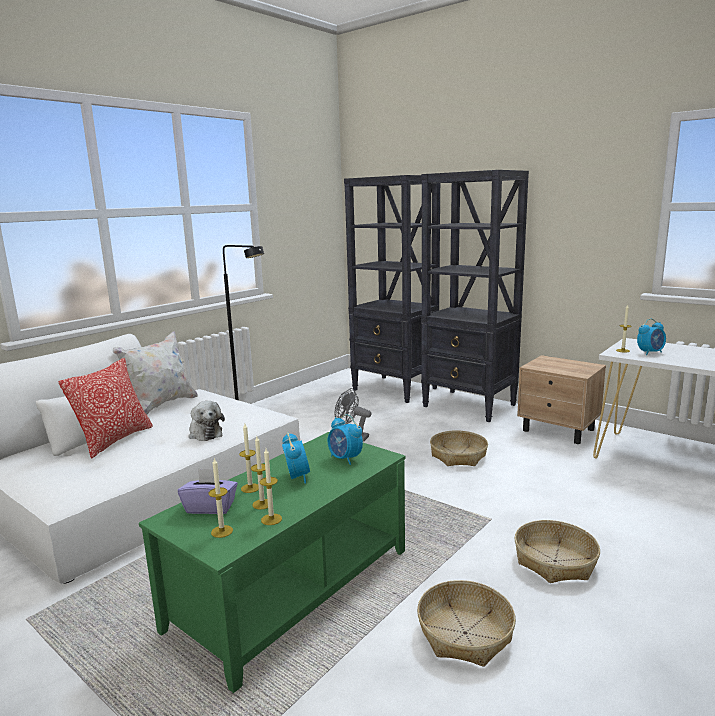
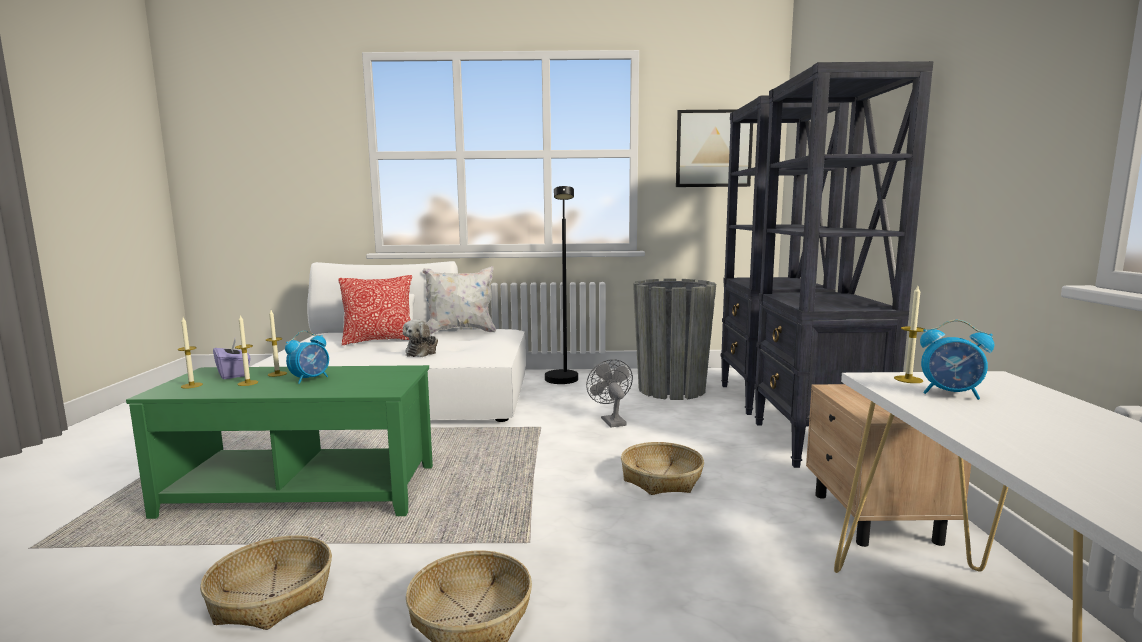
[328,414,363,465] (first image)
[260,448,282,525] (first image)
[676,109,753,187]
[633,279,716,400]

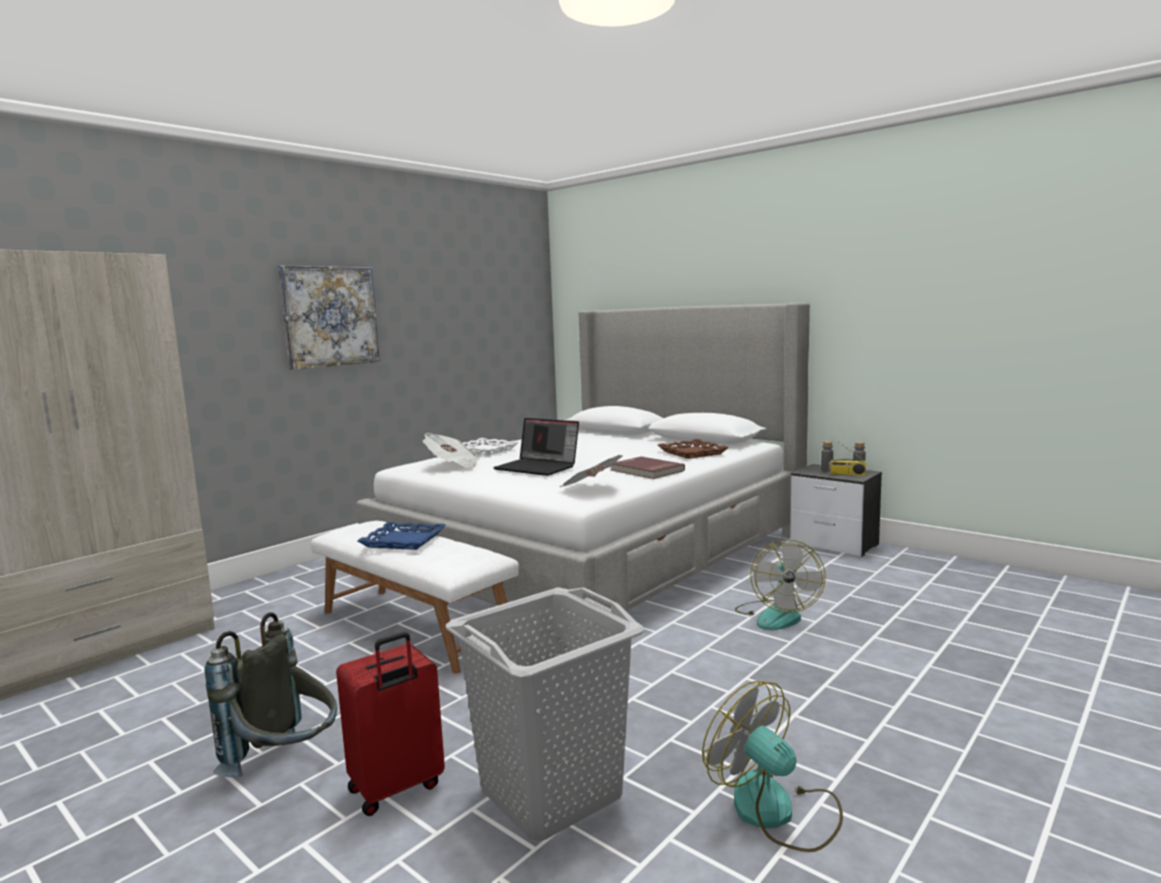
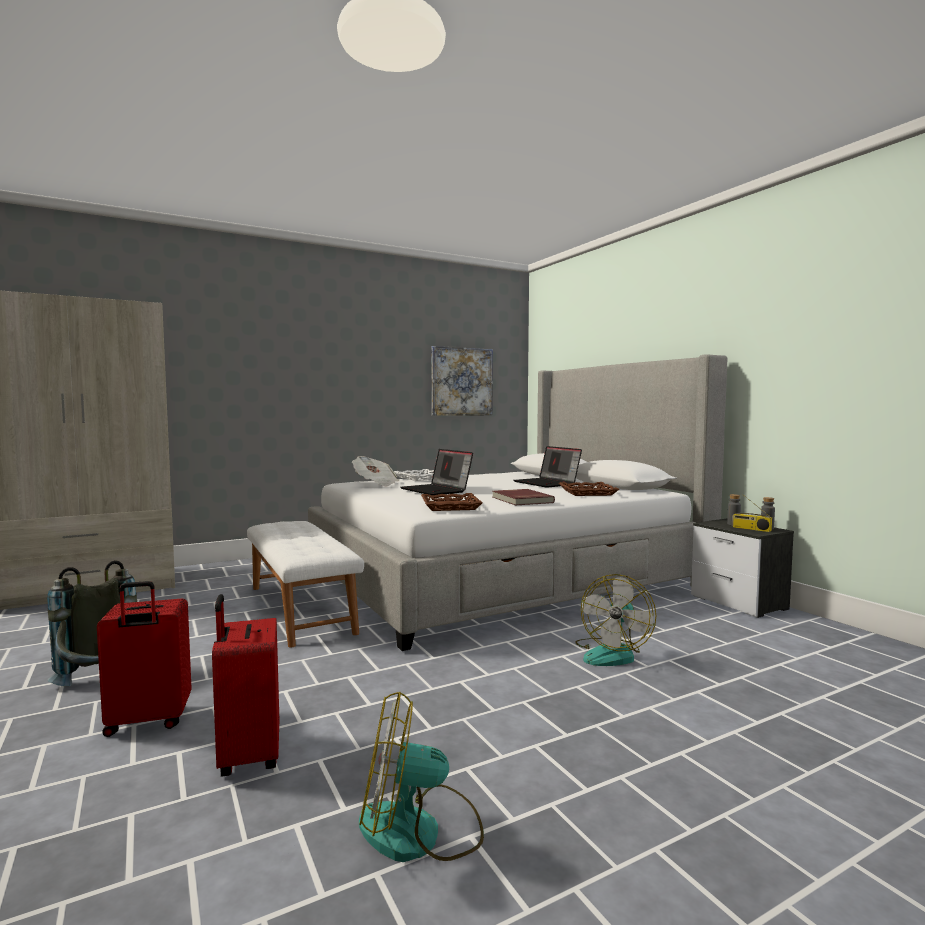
[431,346,493,416]
[421,493,483,511]
[358,522,446,550] (first image)
[212,594,279,777]
[359,692,484,862]
[513,446,582,488]

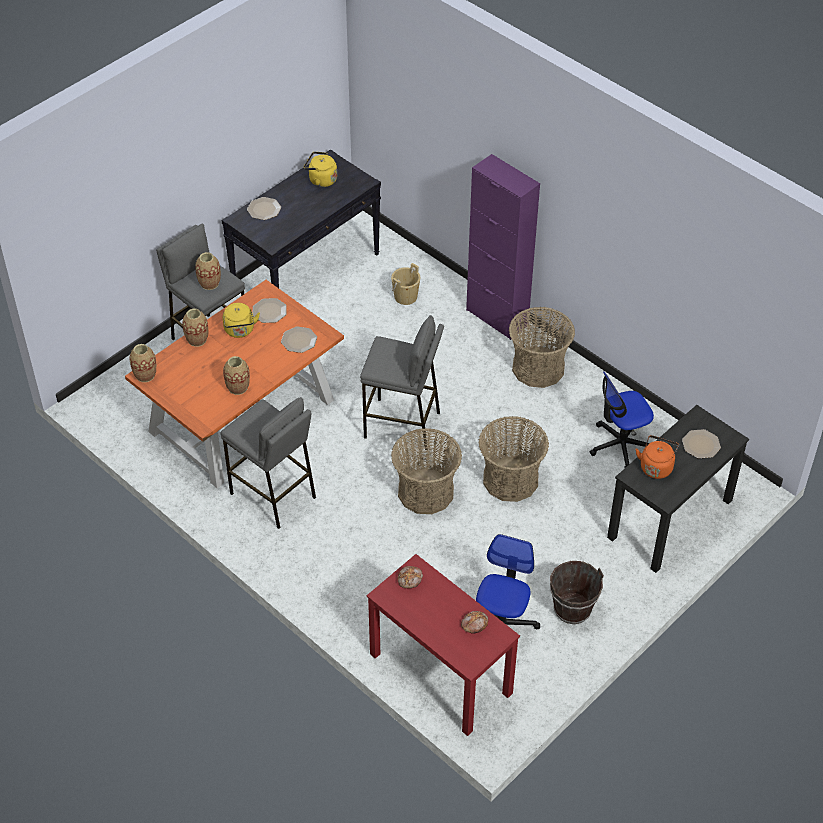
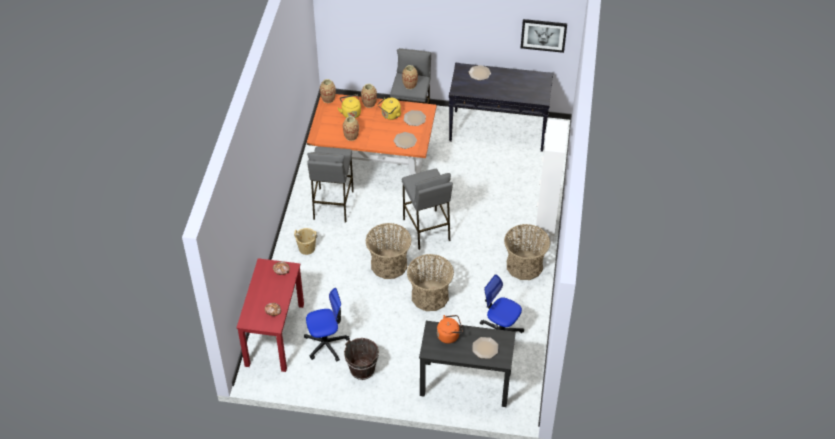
[338,94,361,118]
[535,119,568,244]
[294,228,317,255]
[521,19,567,53]

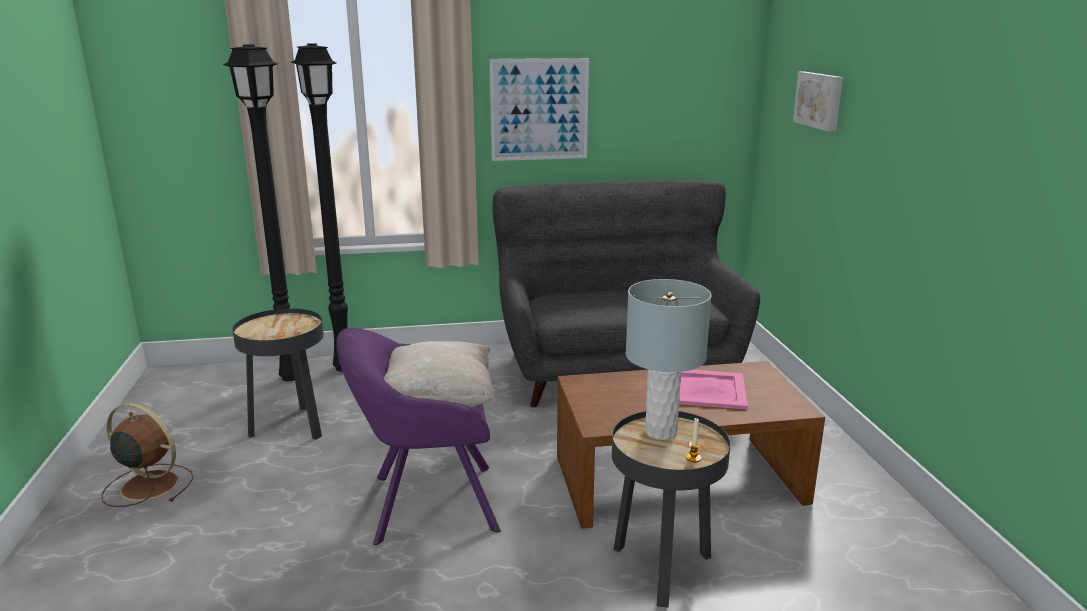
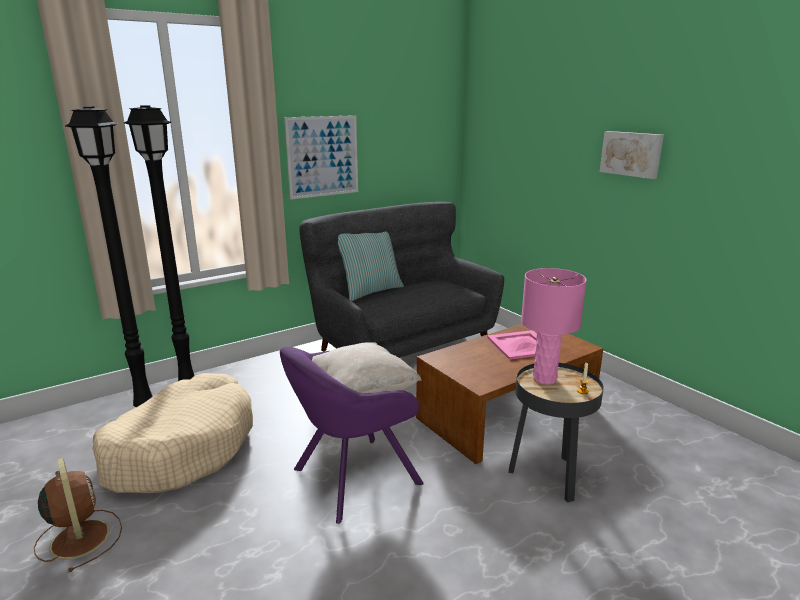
[600,131,664,179]
[521,268,587,385]
[92,373,253,493]
[34,458,122,572]
[338,231,404,301]

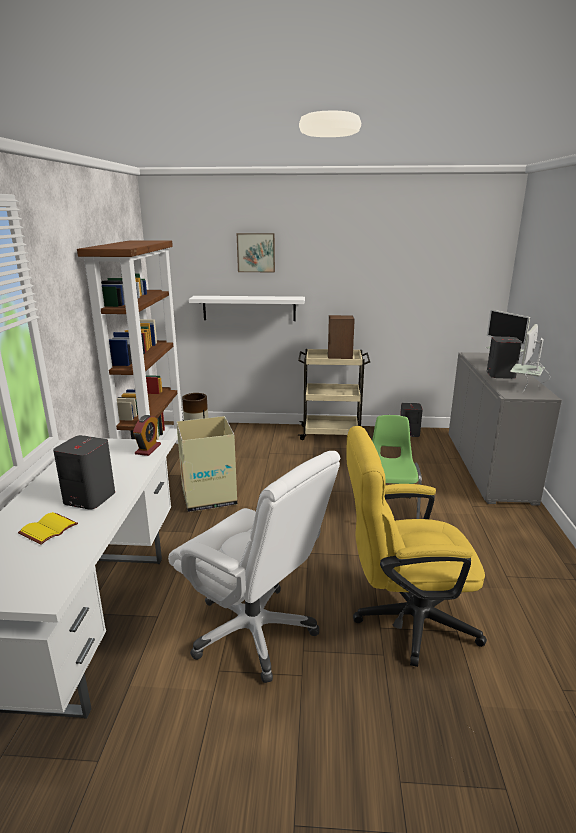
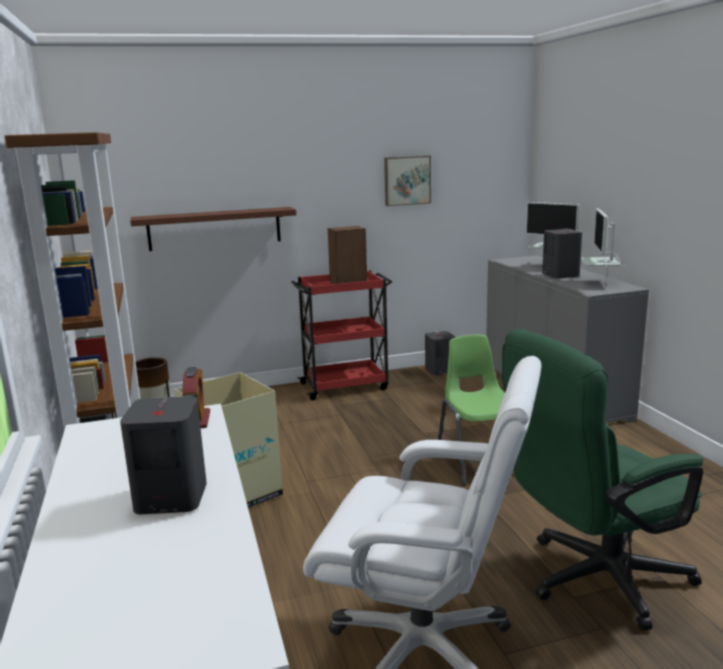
[384,156,431,206]
[130,207,296,251]
[291,270,392,400]
[502,329,703,630]
[18,512,78,545] (first image)

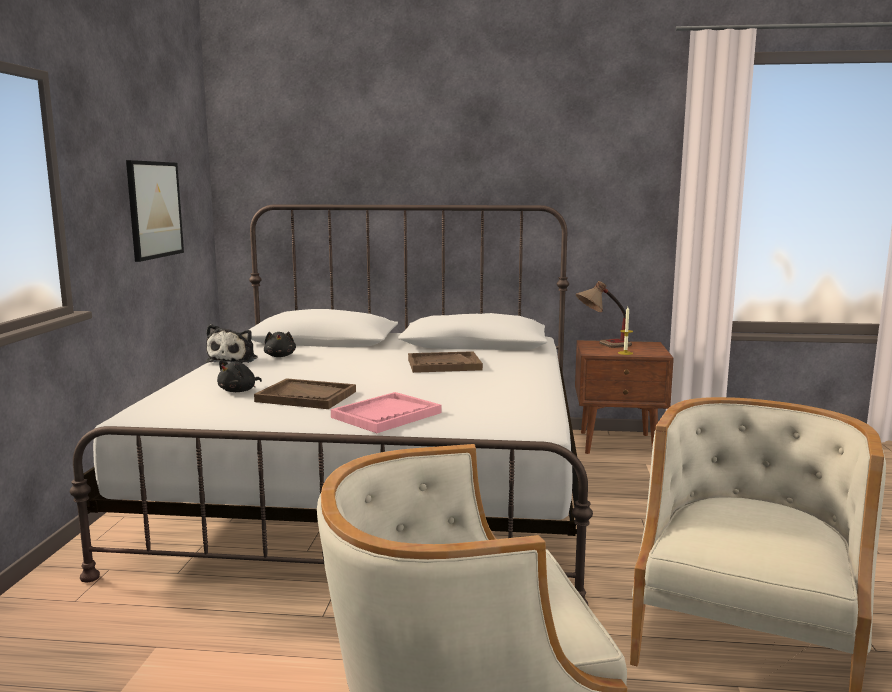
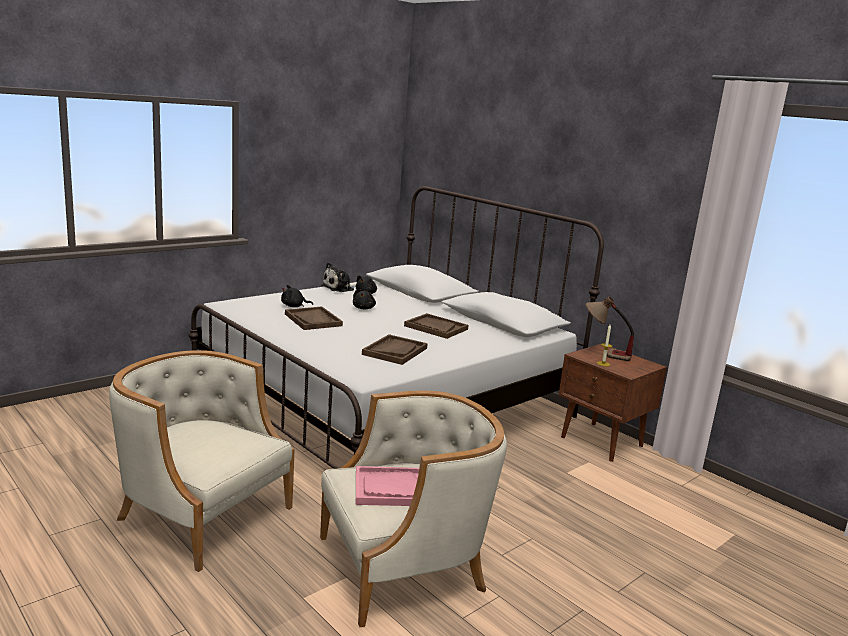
[126,160,184,262] (first image)
[356,466,419,506]
[353,290,376,309]
[362,334,428,365]

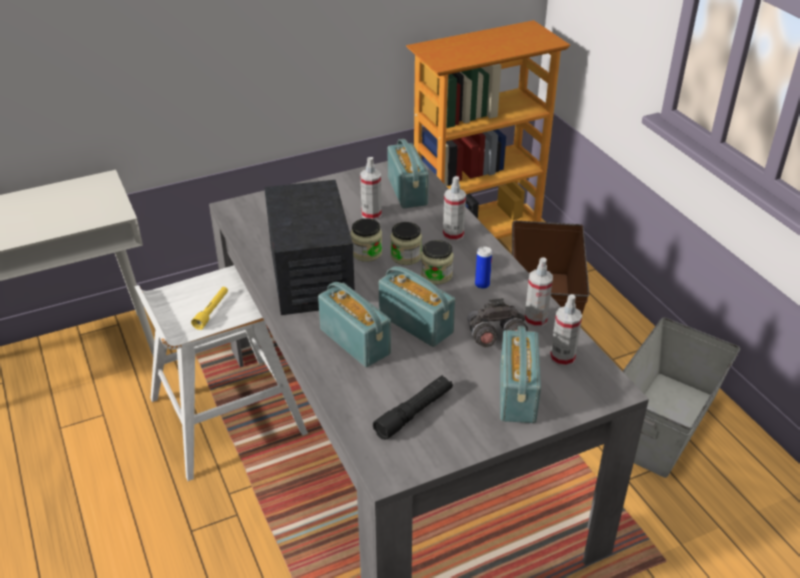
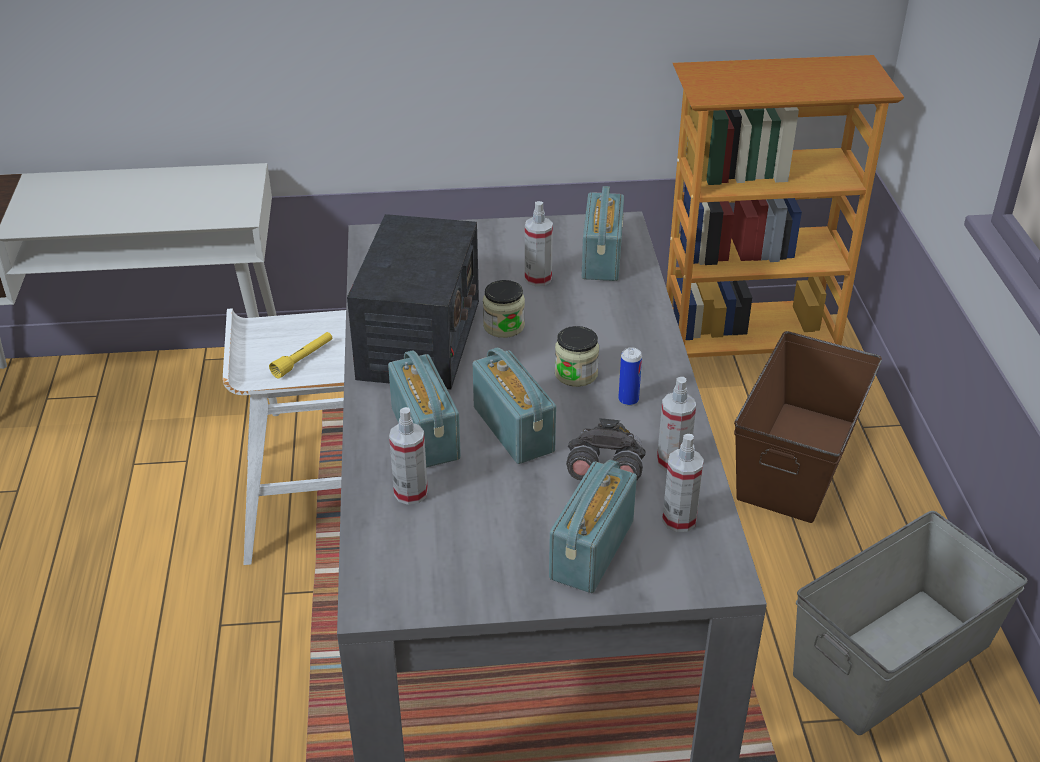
[389,407,428,505]
[390,222,422,265] (first image)
[373,375,453,440] (first image)

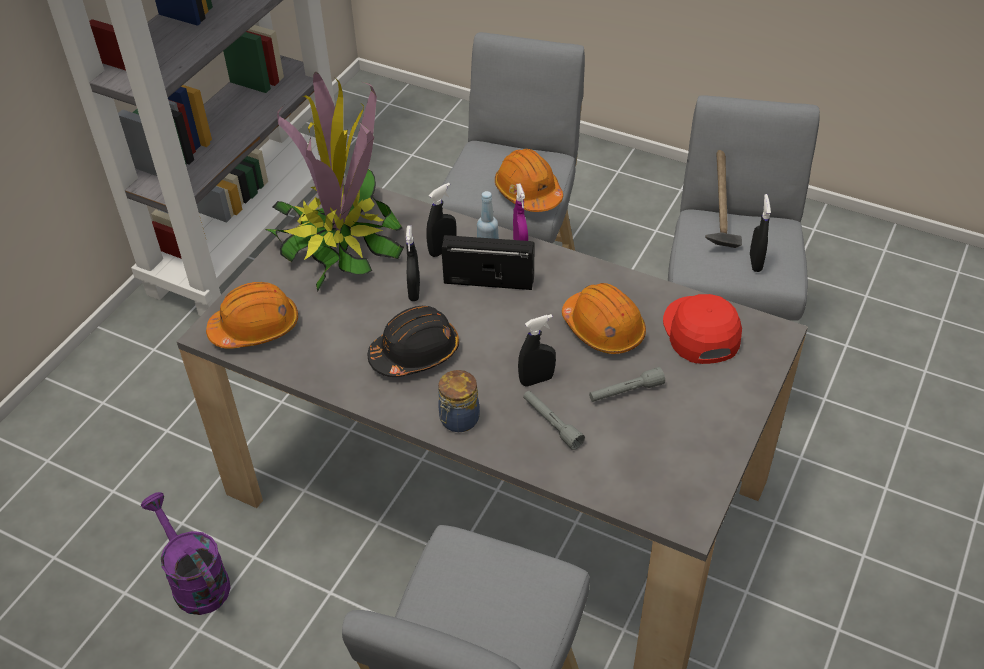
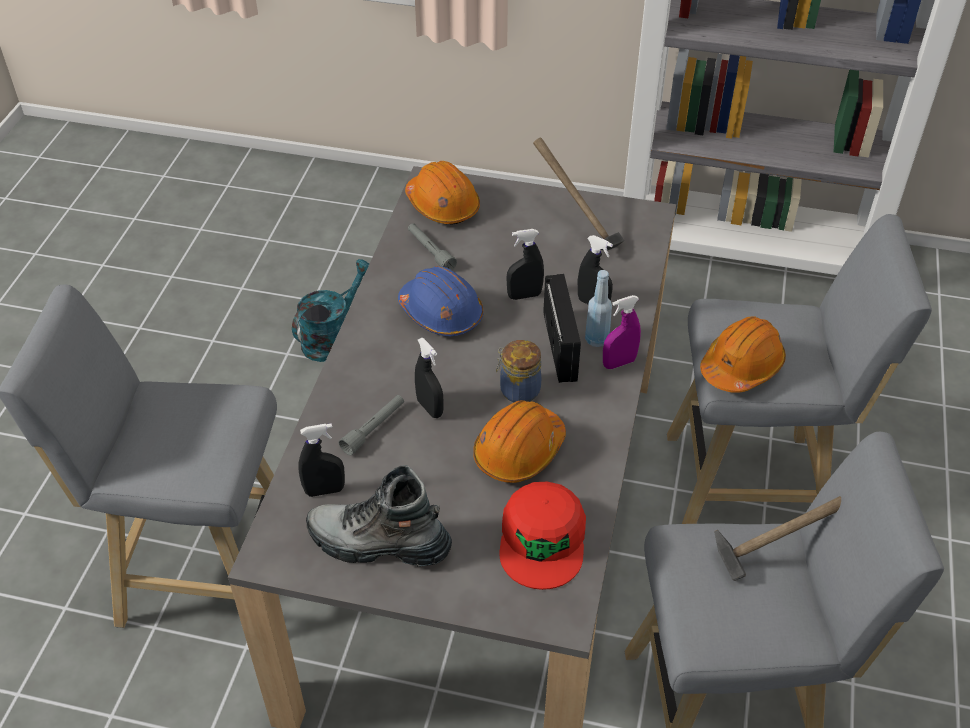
[533,138,625,251]
[298,423,345,497]
[499,482,586,590]
[398,266,484,336]
[408,223,457,270]
[496,340,541,402]
[292,259,369,362]
[306,465,452,567]

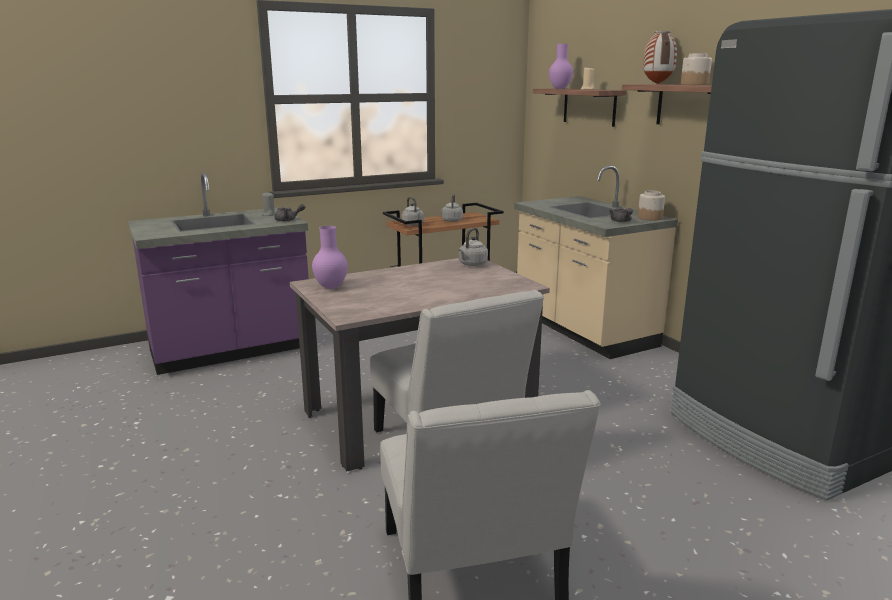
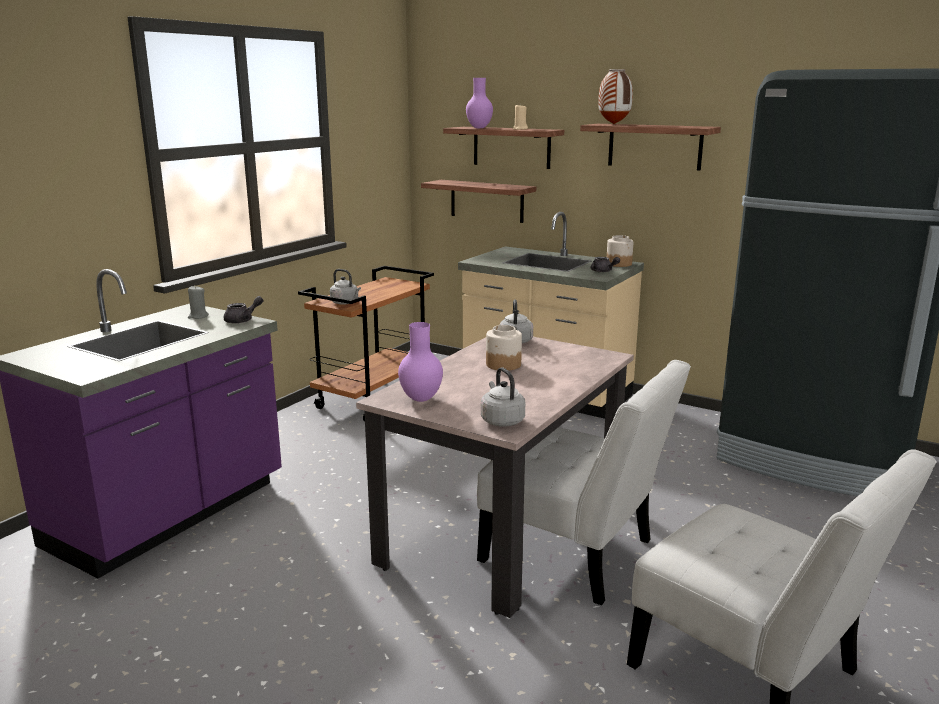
[486,325,522,371]
[481,367,525,427]
[421,180,536,223]

